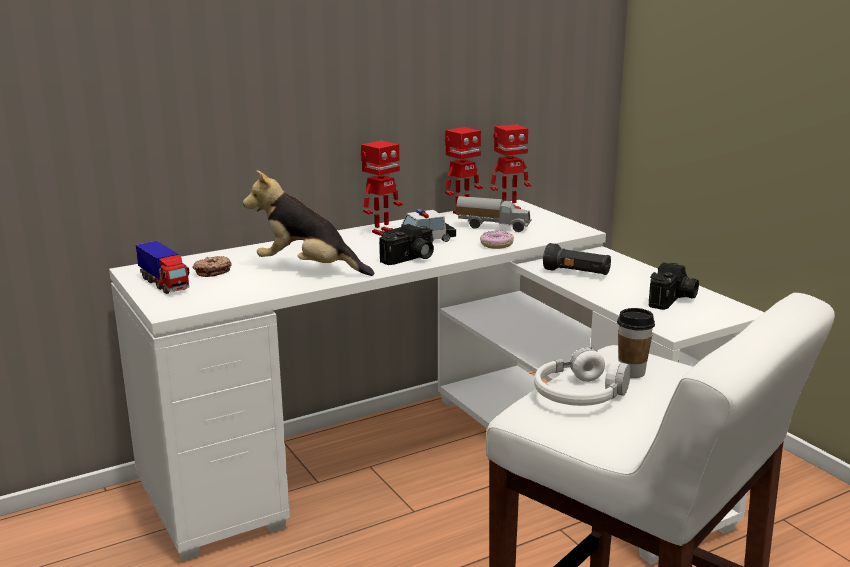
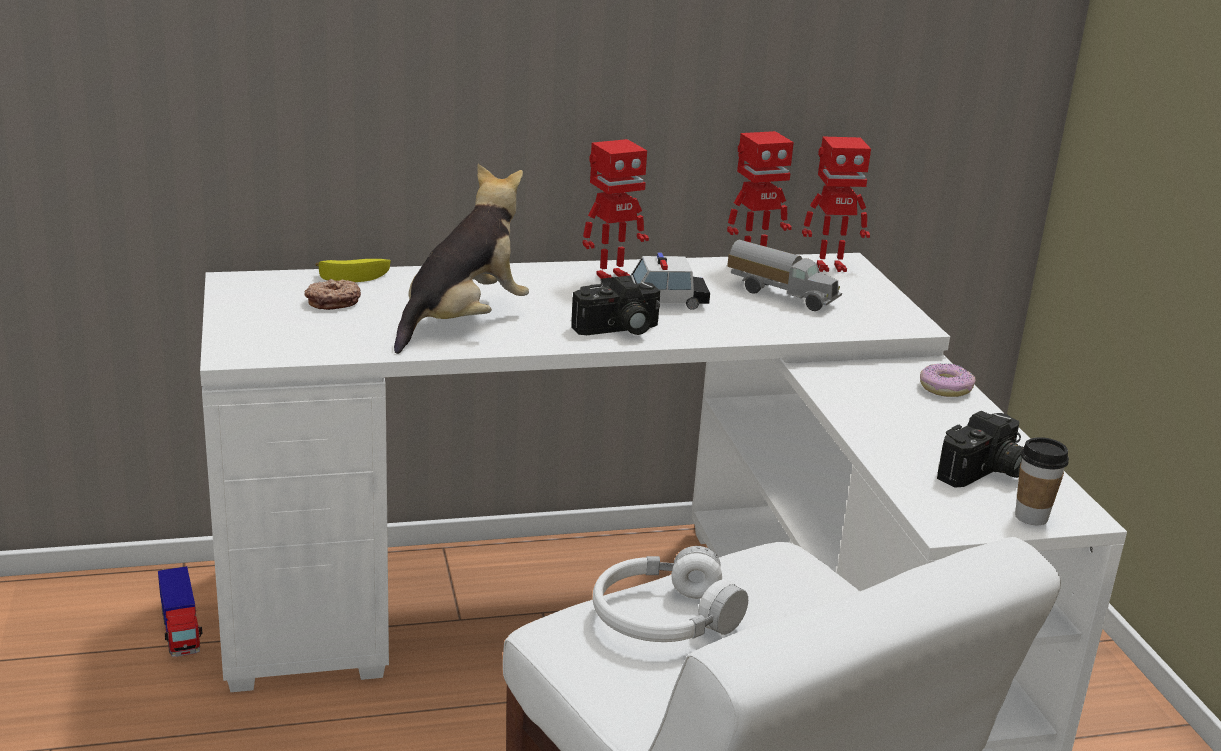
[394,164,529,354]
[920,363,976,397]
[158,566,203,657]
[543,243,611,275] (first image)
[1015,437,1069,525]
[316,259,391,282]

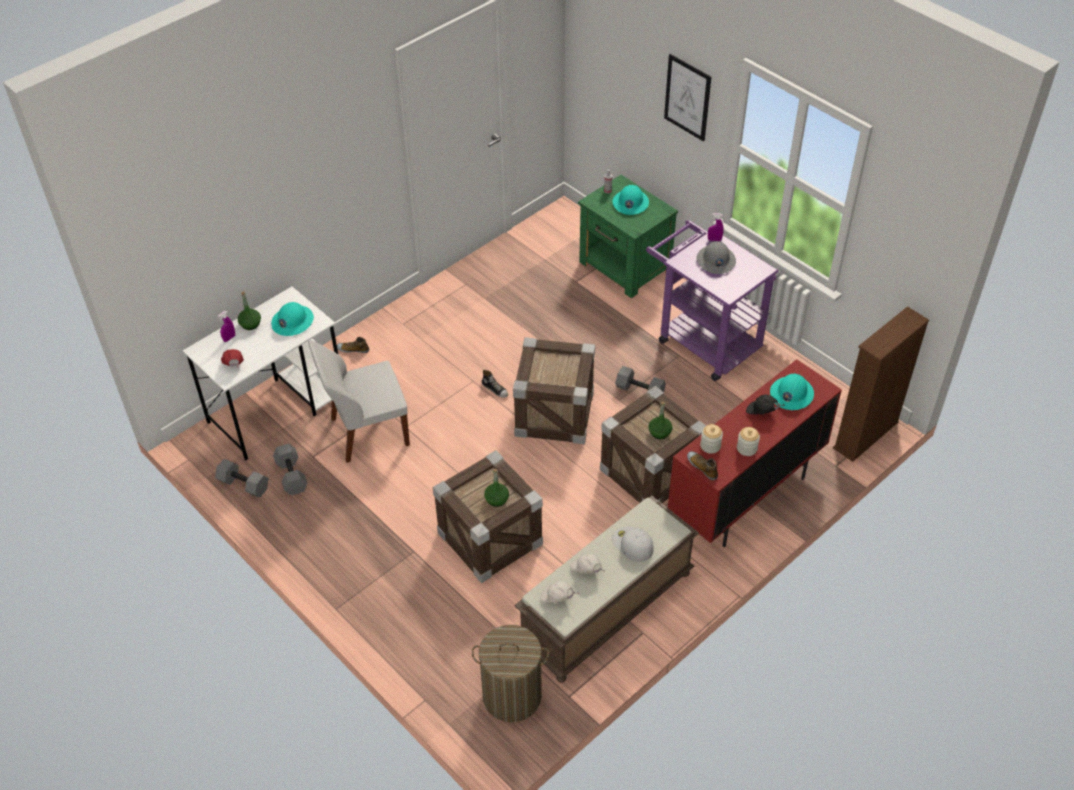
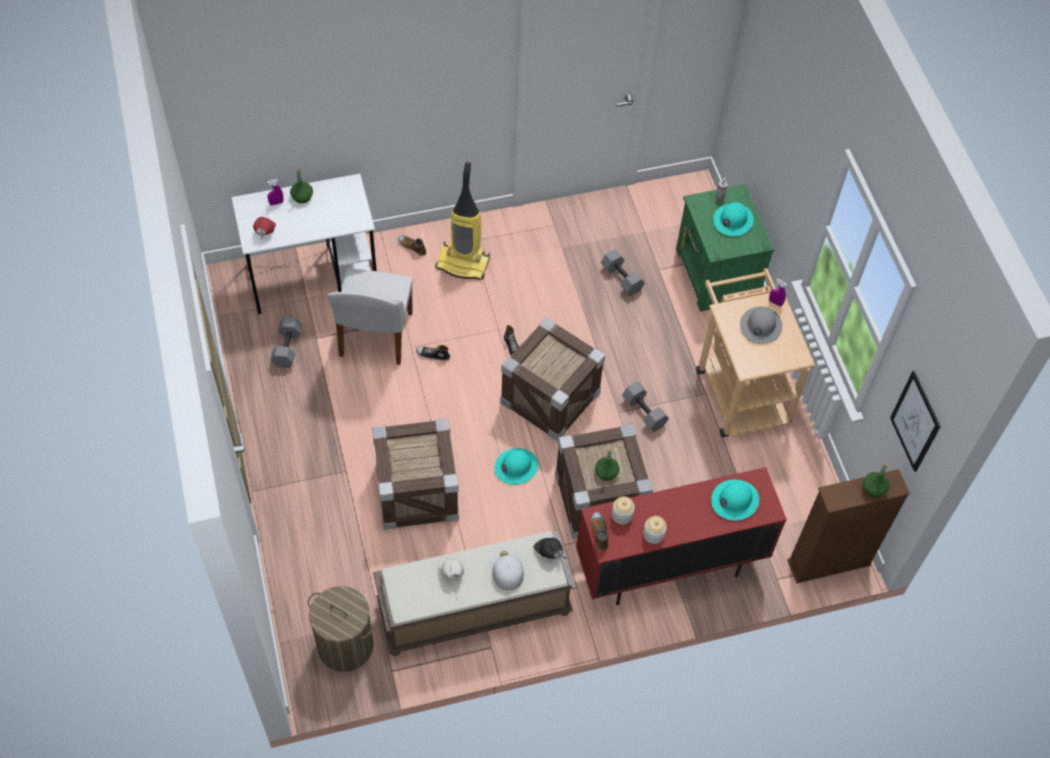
[890,371,941,472]
[696,268,815,437]
[494,448,538,485]
[327,268,413,365]
[534,538,566,559]
[601,249,645,296]
[863,463,889,497]
[540,581,579,603] (first image)
[435,162,490,280]
[416,345,450,361]

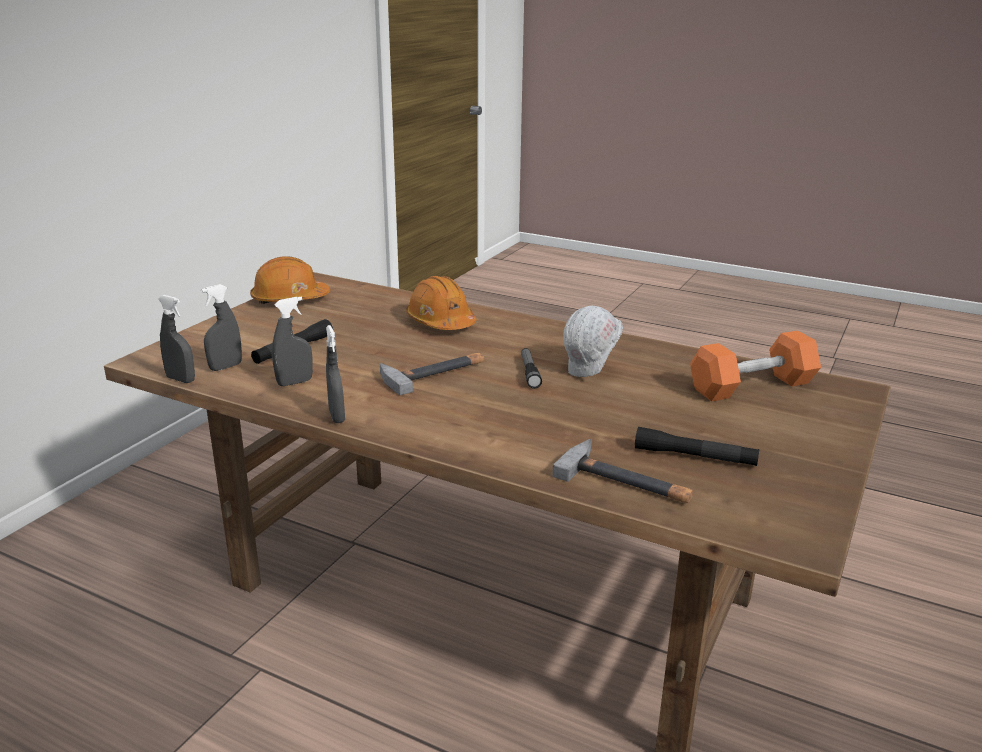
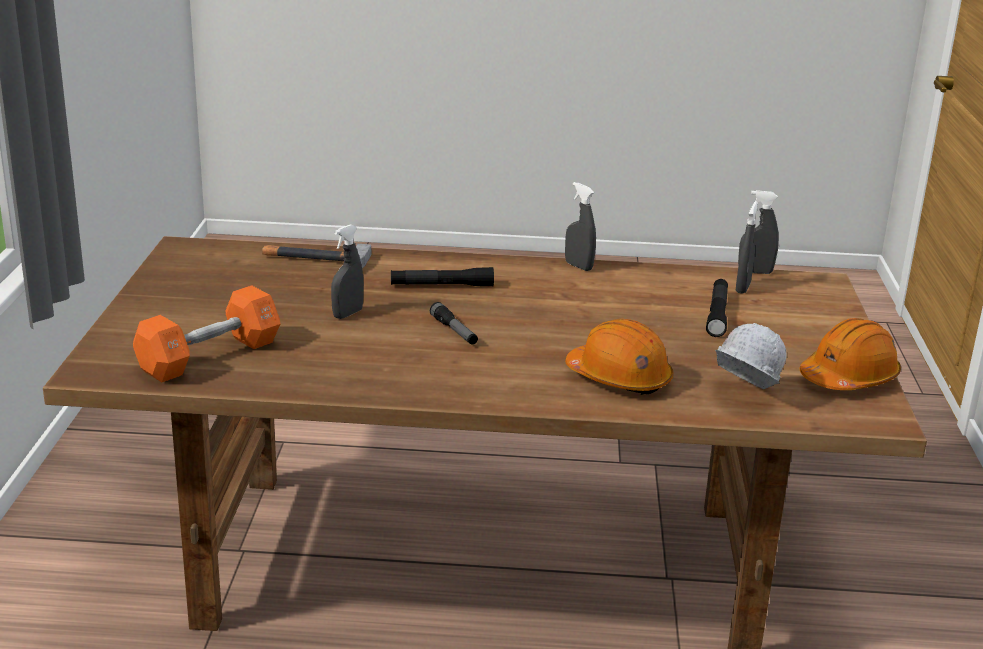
[331,224,364,319]
[715,323,787,389]
[380,353,484,395] (first image)
[391,267,494,286]

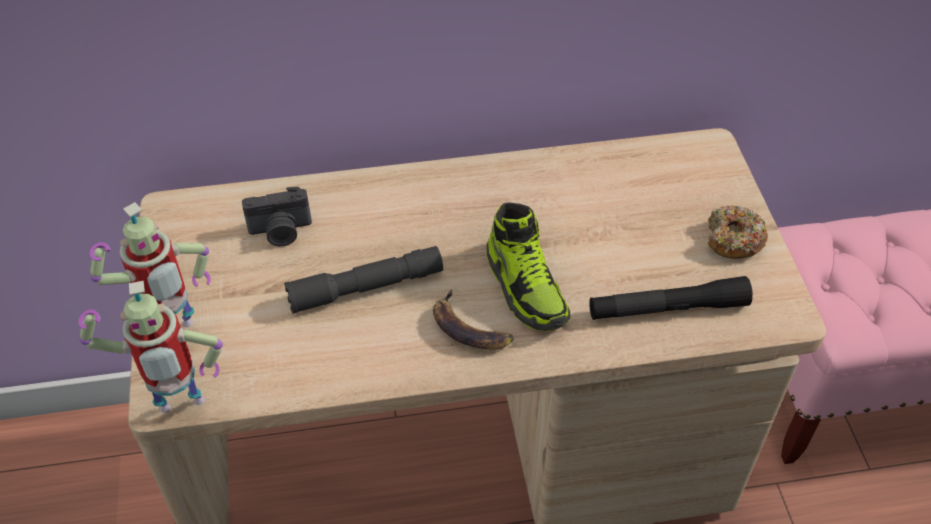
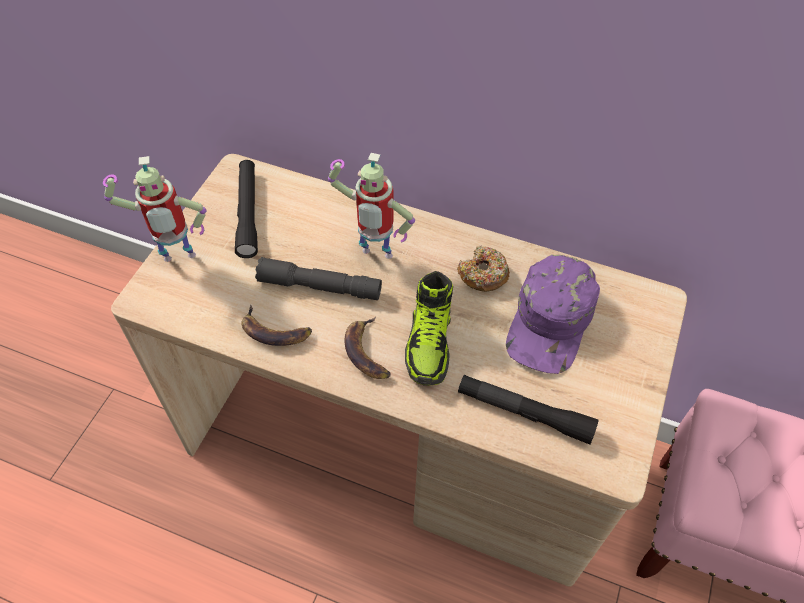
[242,187,312,246] (first image)
[457,246,510,292]
[328,153,415,259]
[235,160,258,258]
[506,255,600,374]
[241,305,312,346]

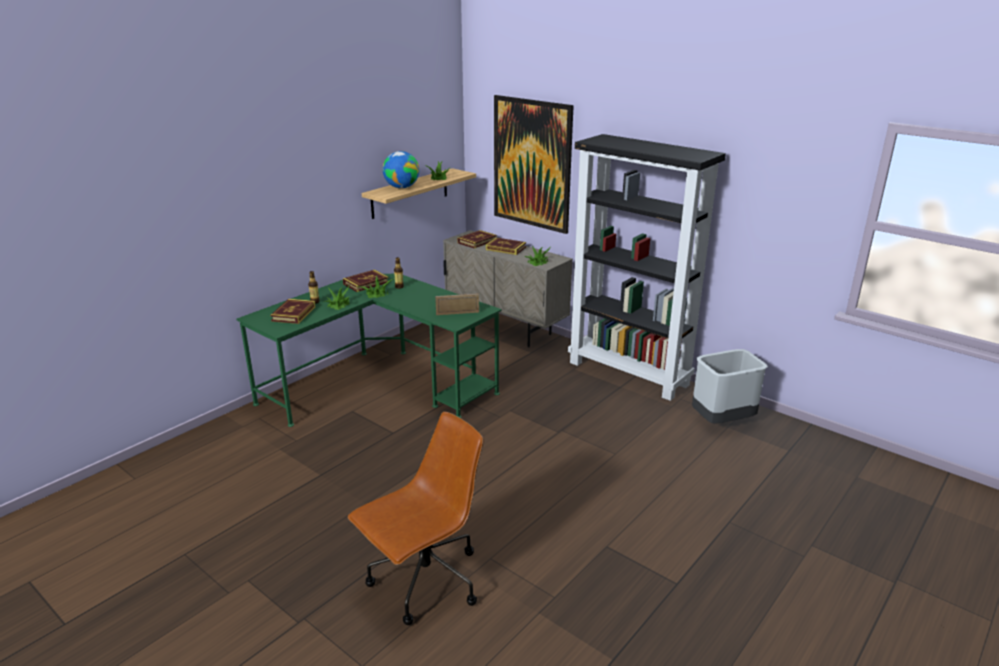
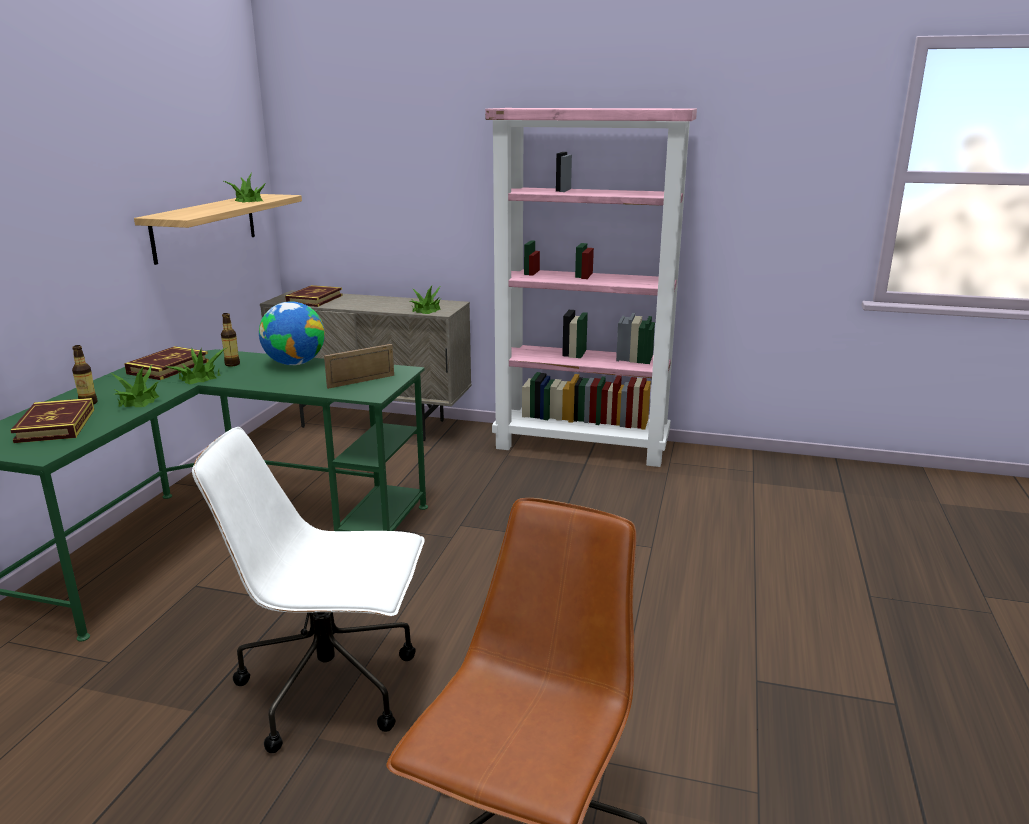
[494,95,574,234] (first image)
[485,108,697,467]
[259,301,325,365]
[486,238,526,255] (first image)
[692,349,768,423] (first image)
[192,427,425,753]

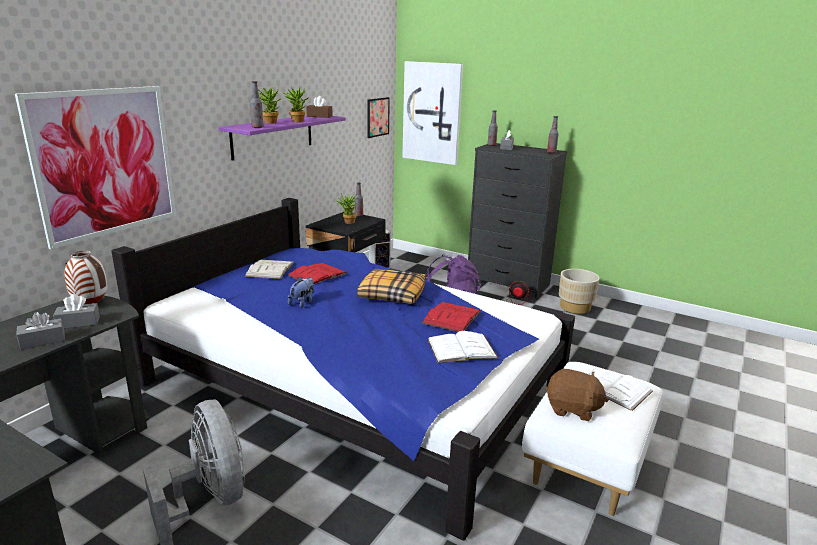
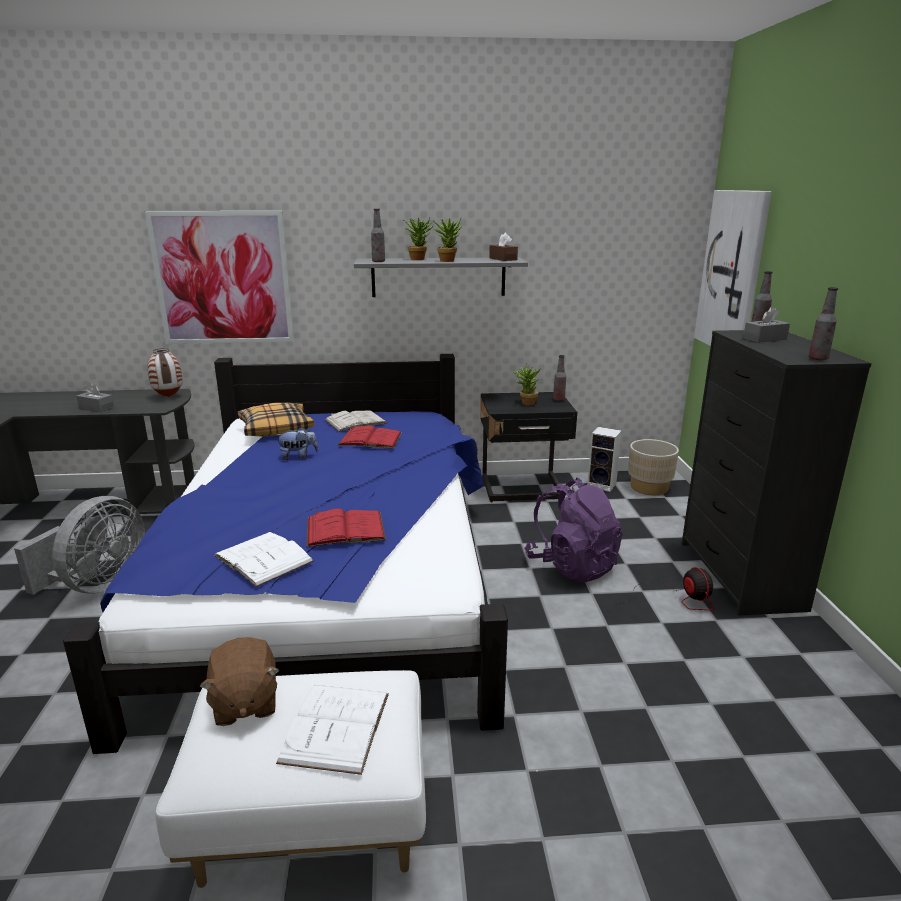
[367,97,390,138] (first image)
[354,257,528,297]
[238,403,314,437]
[628,439,679,495]
[53,294,100,329] (first image)

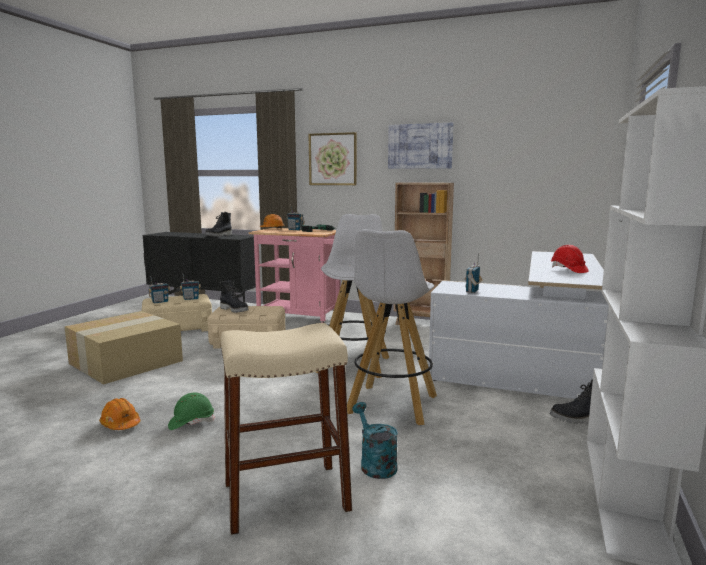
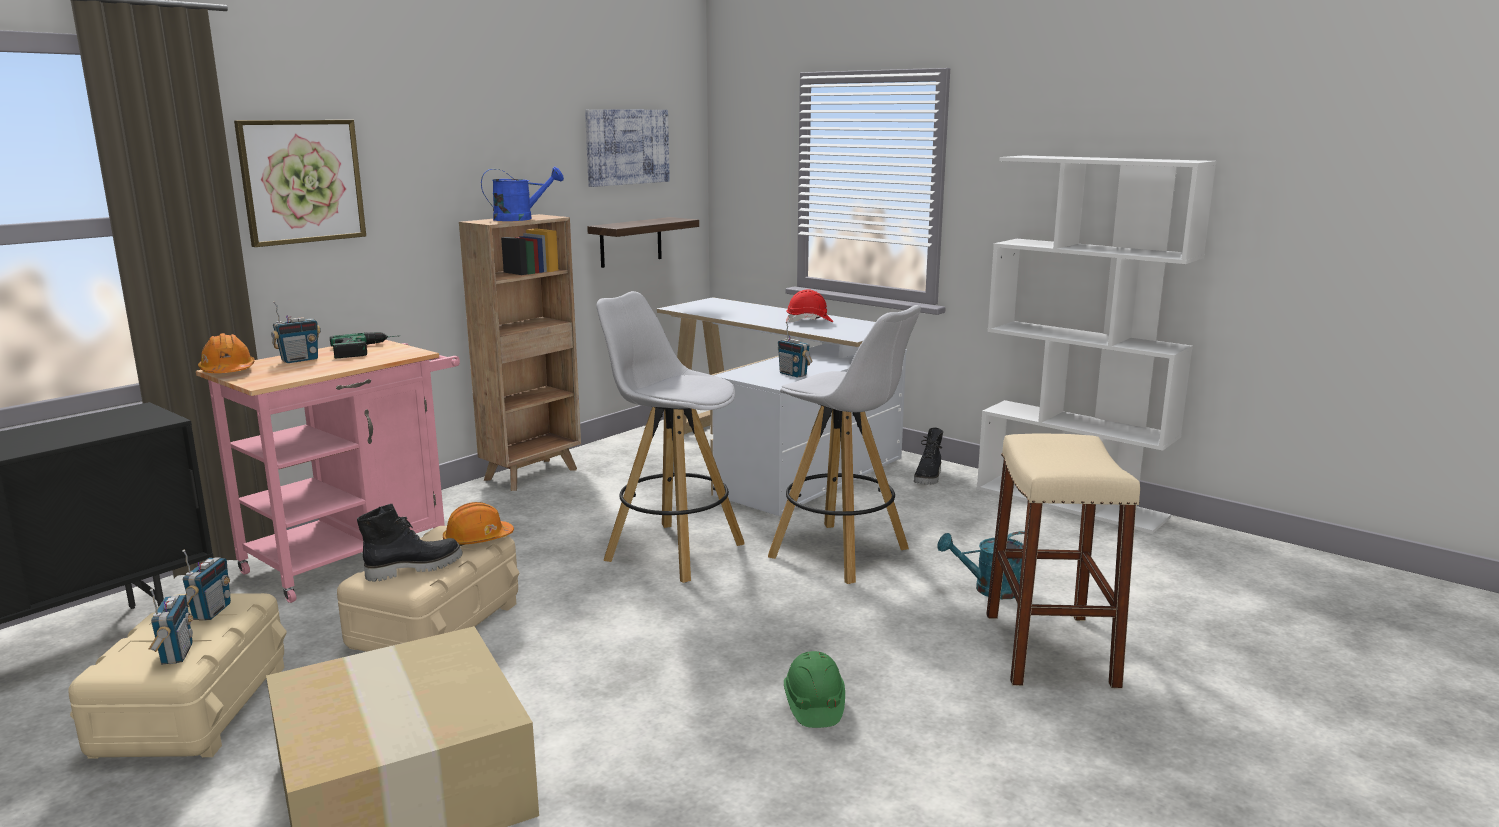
[585,109,670,187]
[205,212,232,237] (first image)
[443,502,514,546]
[481,167,564,221]
[587,217,699,268]

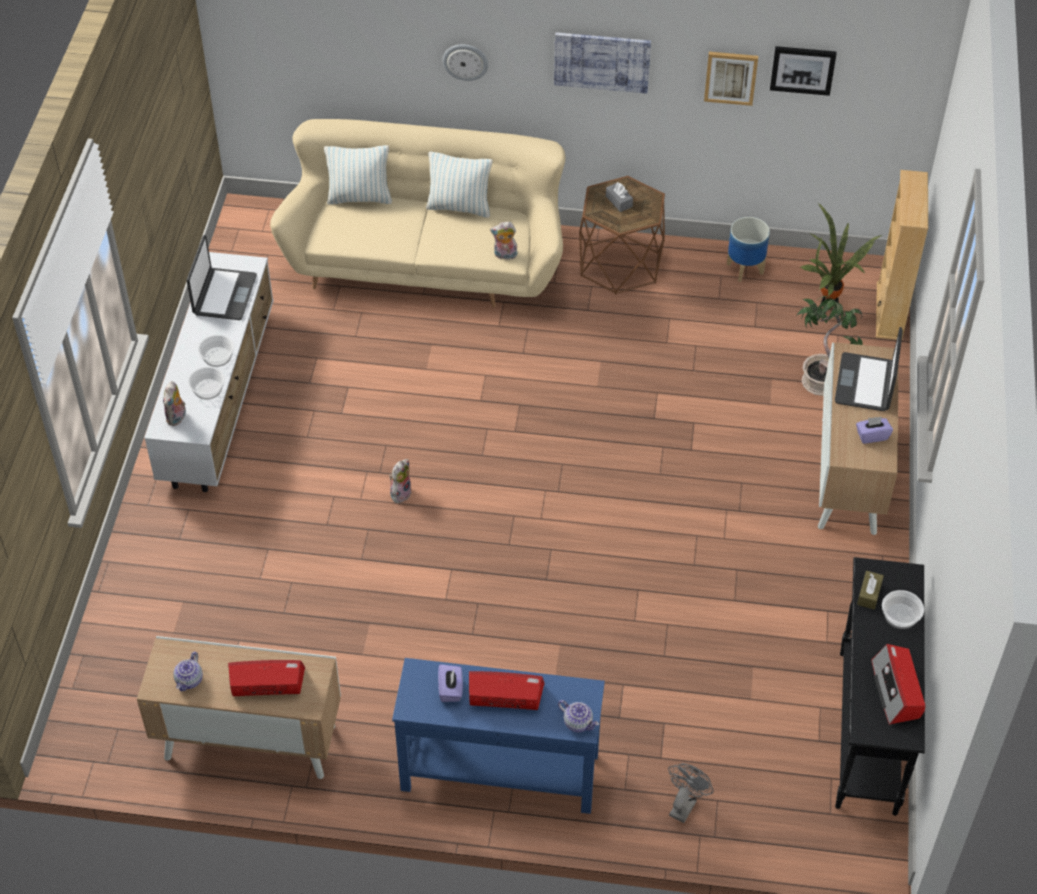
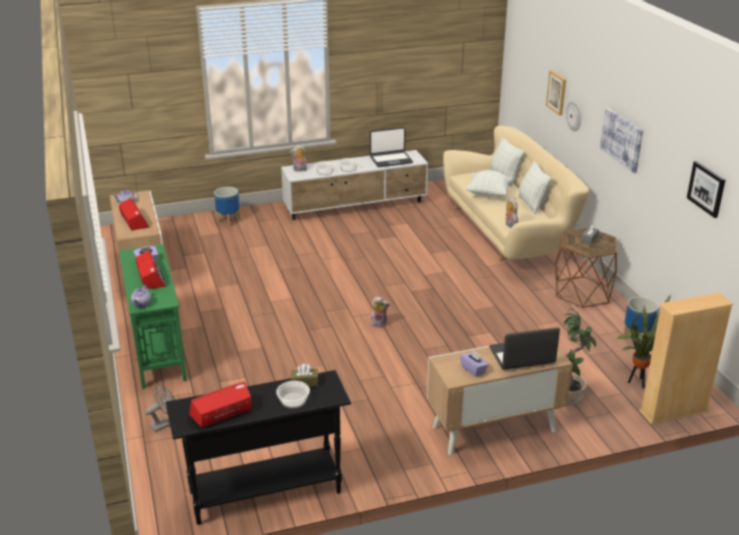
[546,70,566,116]
[370,297,390,328]
[119,244,187,389]
[145,386,176,432]
[465,170,512,197]
[214,187,241,227]

